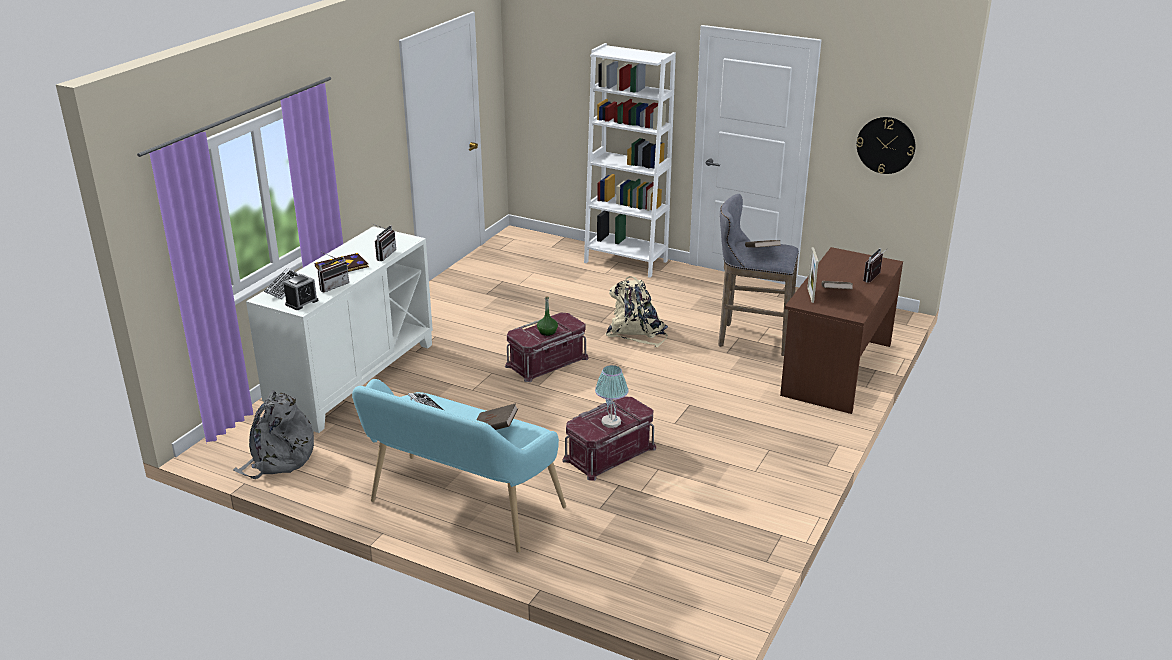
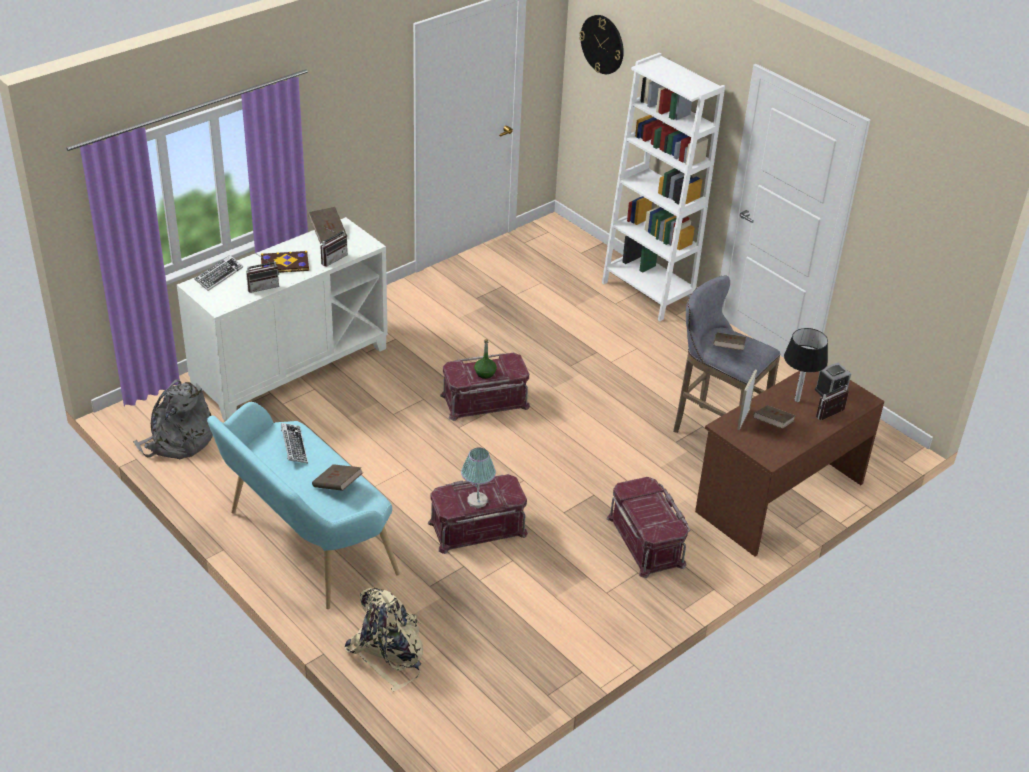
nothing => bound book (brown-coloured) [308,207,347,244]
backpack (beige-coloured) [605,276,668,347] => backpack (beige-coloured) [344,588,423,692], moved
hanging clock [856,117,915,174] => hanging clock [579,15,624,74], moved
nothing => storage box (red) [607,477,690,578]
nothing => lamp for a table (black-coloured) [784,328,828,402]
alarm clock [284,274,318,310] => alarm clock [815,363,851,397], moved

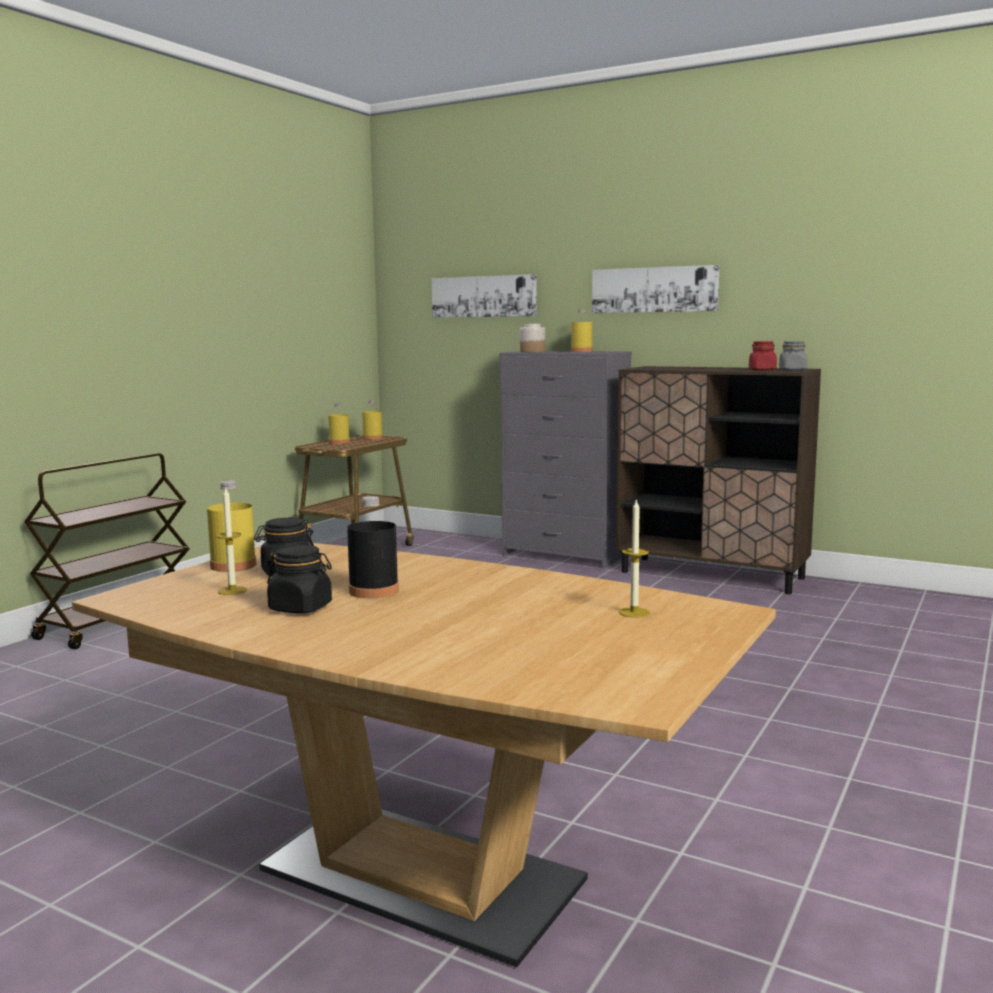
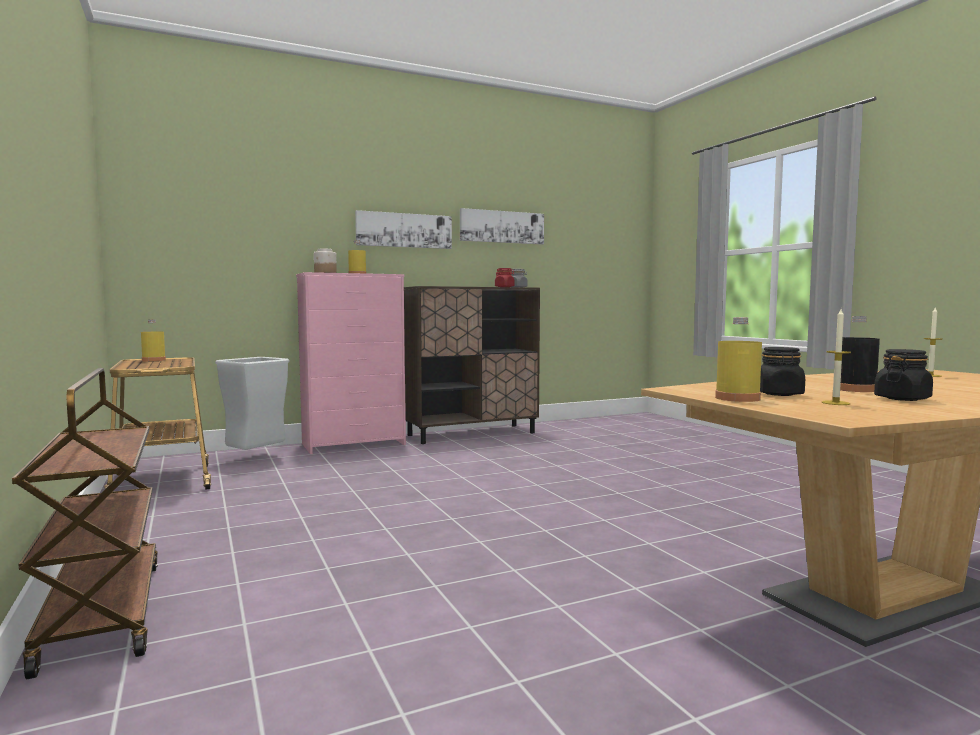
nothing => rubbish bin (gray) [215,357,289,450]
dresser (gray) [499,351,632,569] => dresser (pinkish) [296,272,406,454]
picture [431,274,537,318] => picture [460,208,544,245], moved
bottle (yellow-coloured) [328,403,350,444] => nothing

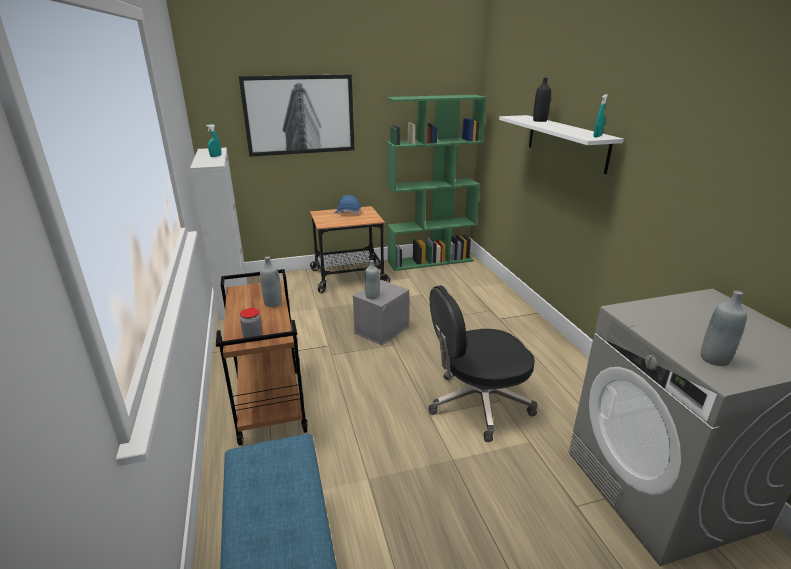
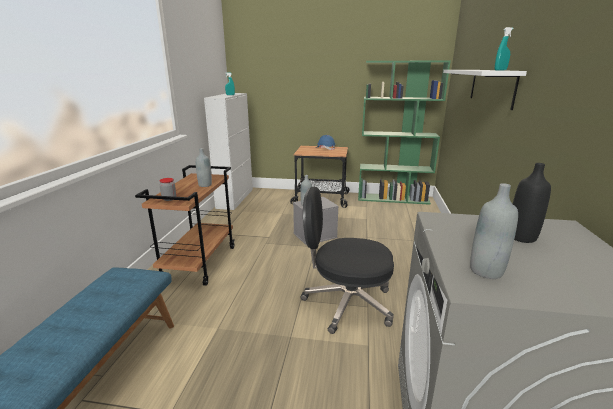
bottle (black-coloured) [533,78,551,122] => bottle (black-coloured) [513,163,551,243], moved
picture [239,74,354,157] => nothing

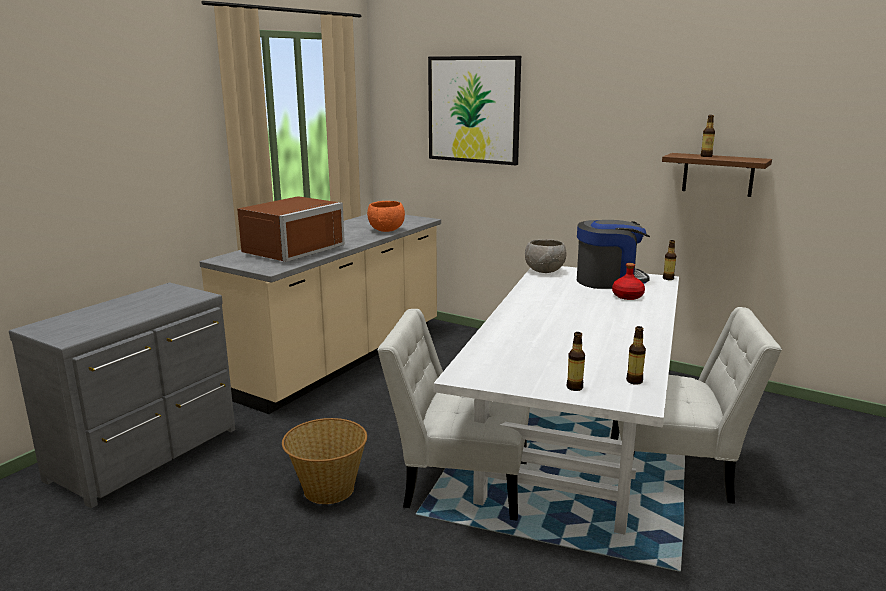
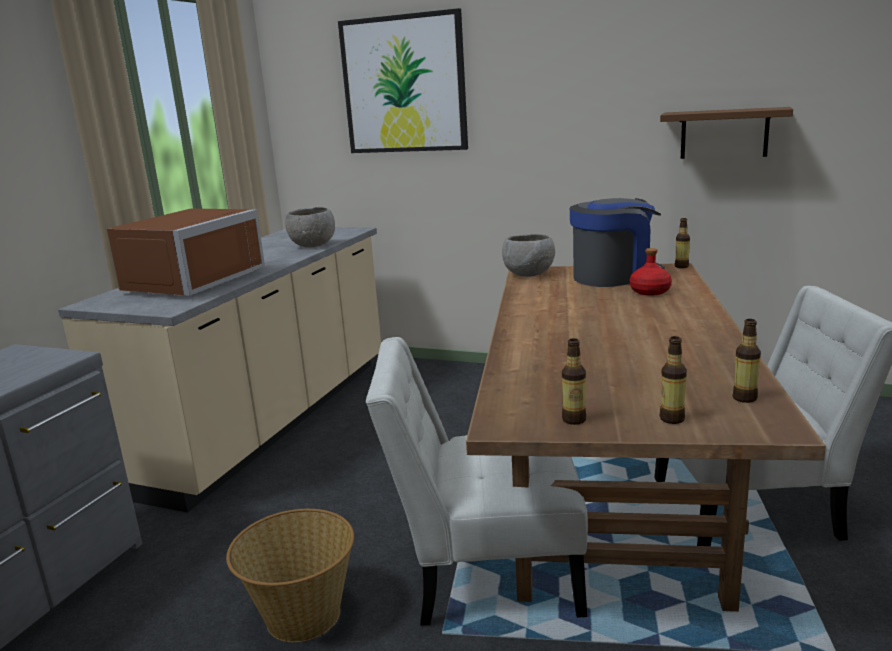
deep dish (orangey) [367,201,405,232] => deep dish (gray) [285,207,335,248]
dinner table (whitish) [434,266,679,535] => dinner table (brown-coloured) [466,263,826,612]
bottle [701,115,715,157] => bottle [562,338,586,425], moved

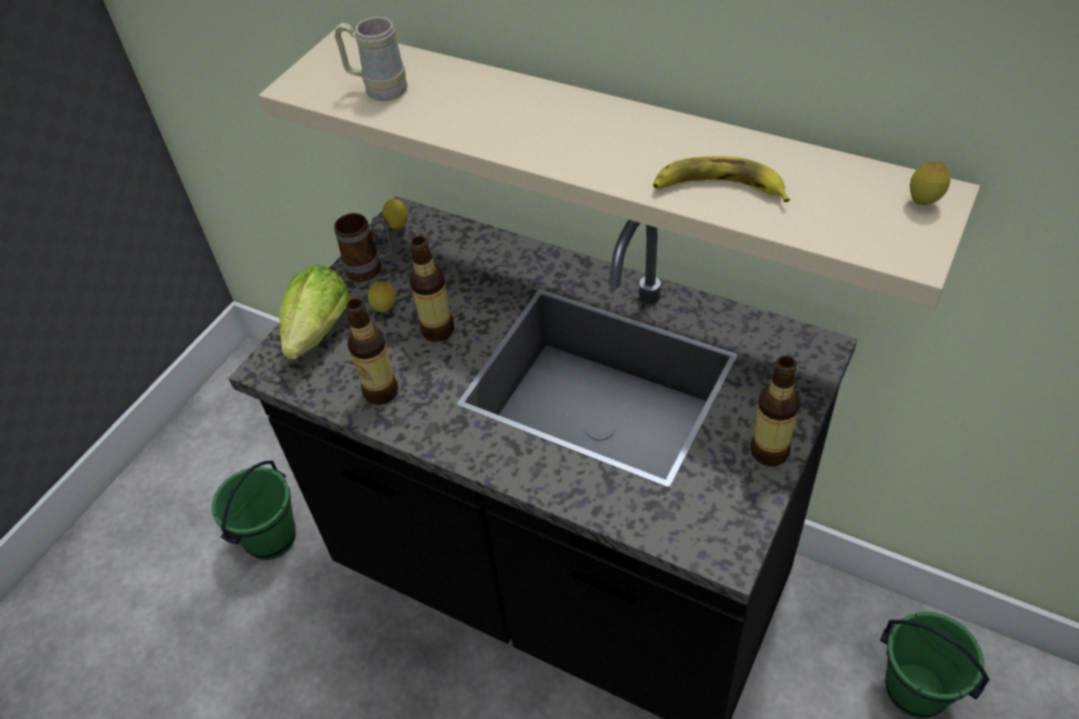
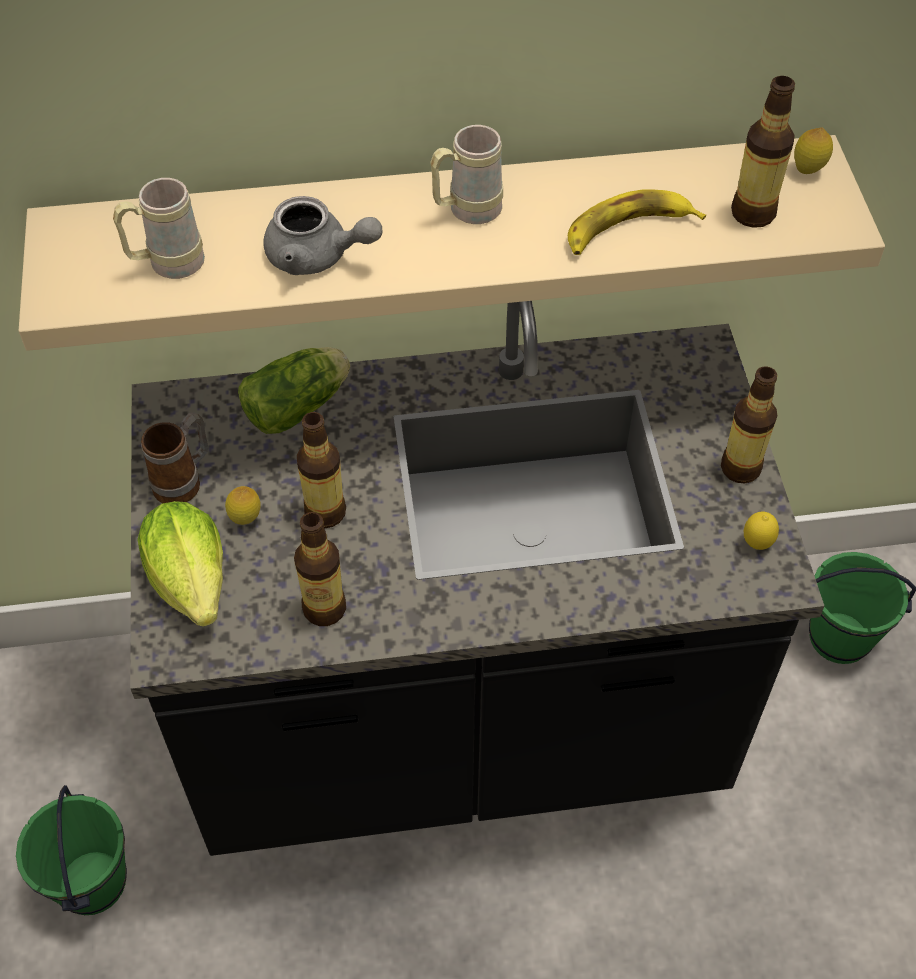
nothing => lettuce head [238,347,350,434]
nothing => pot for tea (gray) [263,196,382,275]
nothing => mug (beige-coloured) [430,125,503,224]
nothing => bottle [731,76,795,228]
citrus fruit [383,199,408,228] => citrus fruit [744,512,779,550], moved

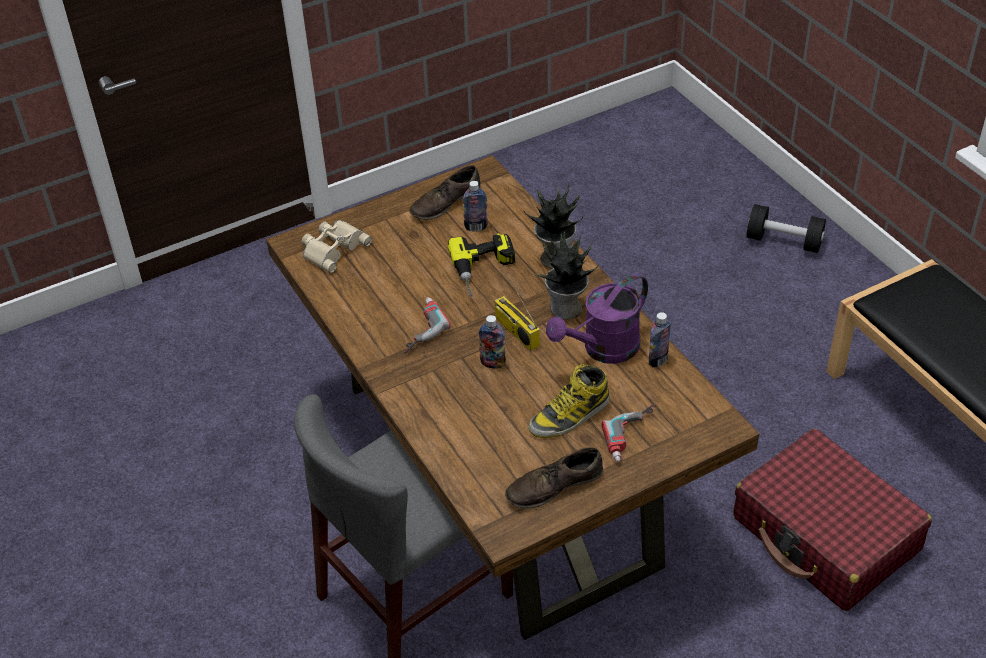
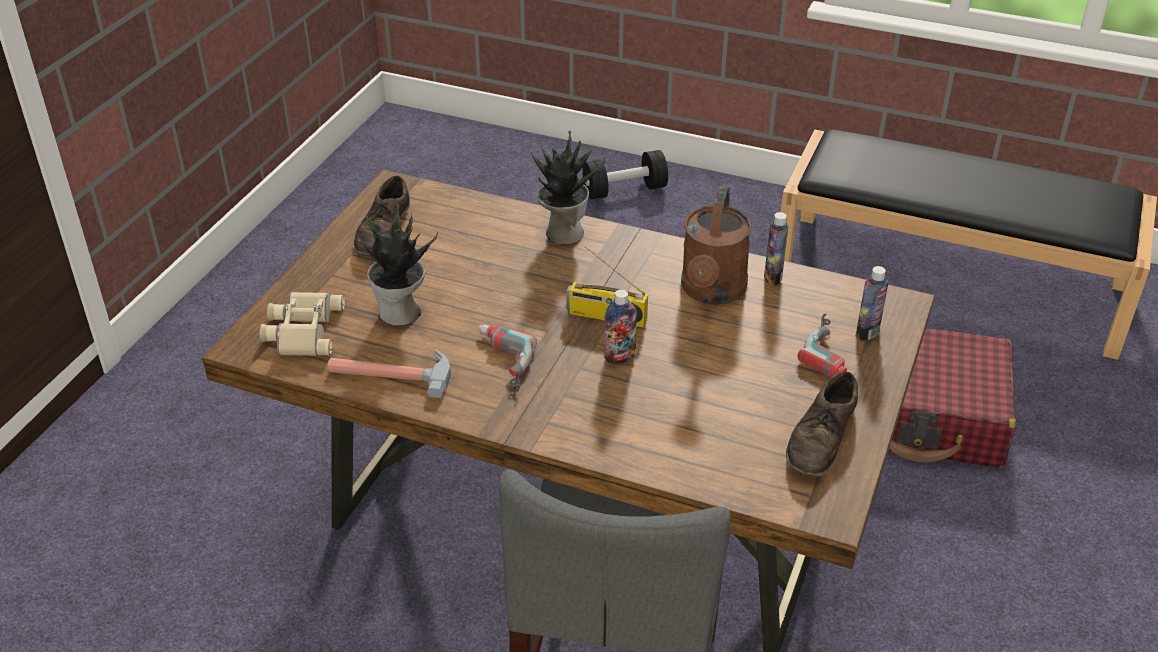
nothing => hand hammer [327,350,451,398]
potted plant [534,231,598,320] => potted plant [356,204,438,326], moved
watering pot (purplish) [546,273,648,364] => watering pot (brown-coloured) [681,186,752,305]
bottle [463,181,488,232] => bottle [856,266,889,341], moved
electric drill [448,233,515,297] => nothing
tall boot [528,364,610,438] => nothing

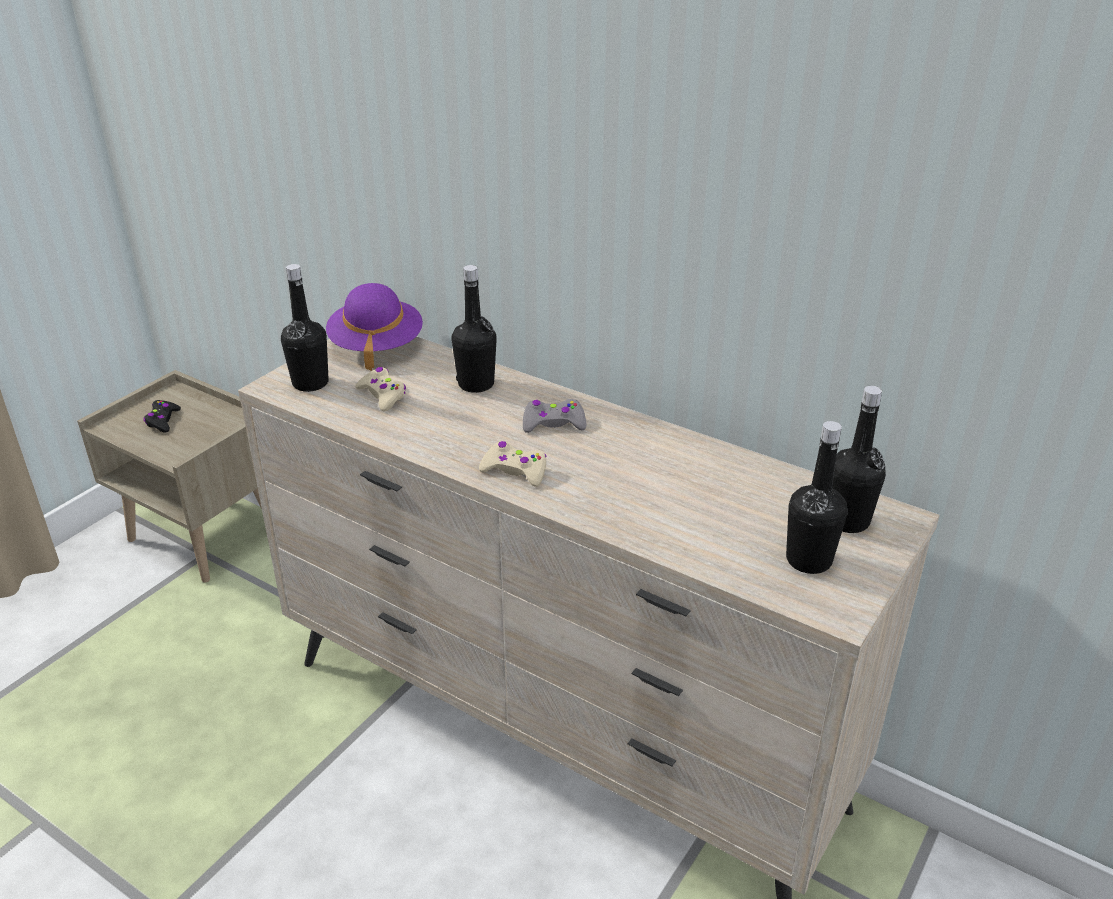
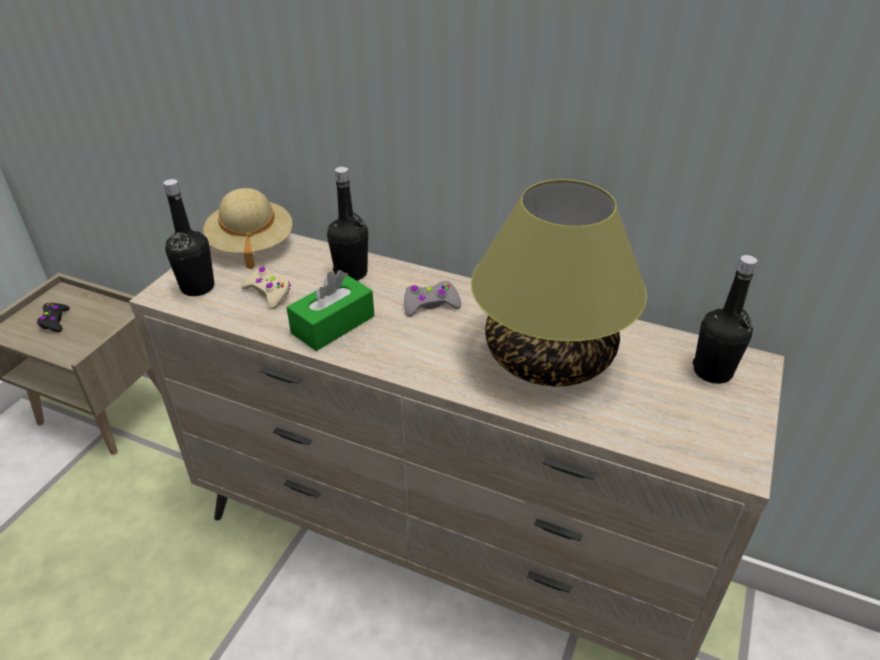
clothing hat (purplish) [326,283,423,371] => clothing hat (beige-coloured) [203,188,292,269]
nothing => box of tissues (green-coloured) [286,270,374,351]
nothing => lamp for a table [471,179,647,387]
joypad (beige-coloured) [479,441,547,487] => nothing
bottle (black-coloured) [786,421,847,574] => nothing

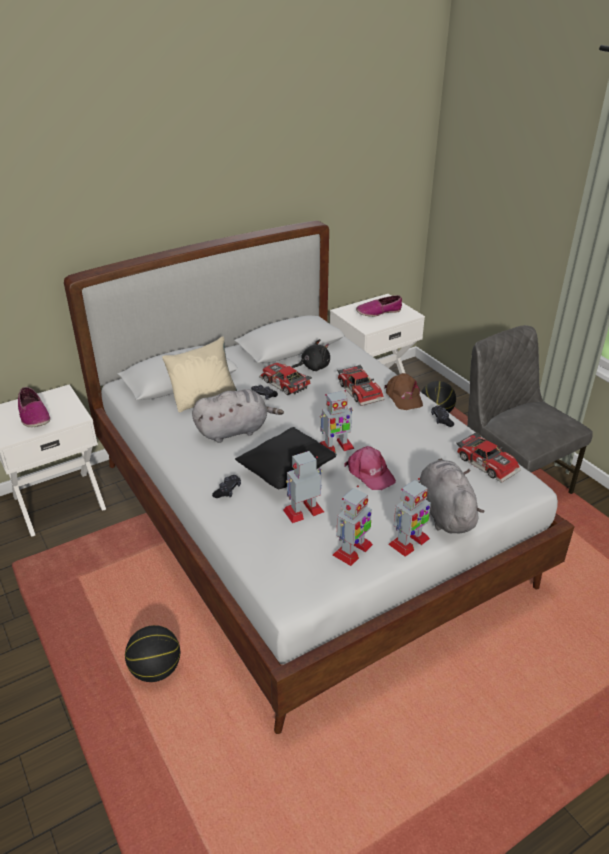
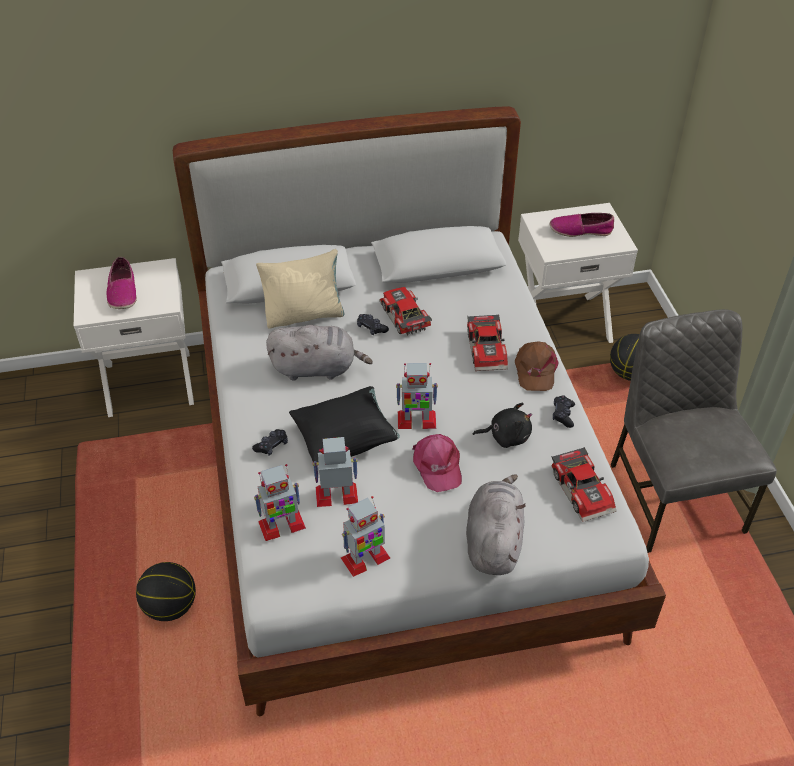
toy robot [388,478,431,556] => toy robot [254,464,306,541], moved
soft toy (black-coloured) [292,339,330,371] => soft toy (black-coloured) [473,403,532,448], moved

